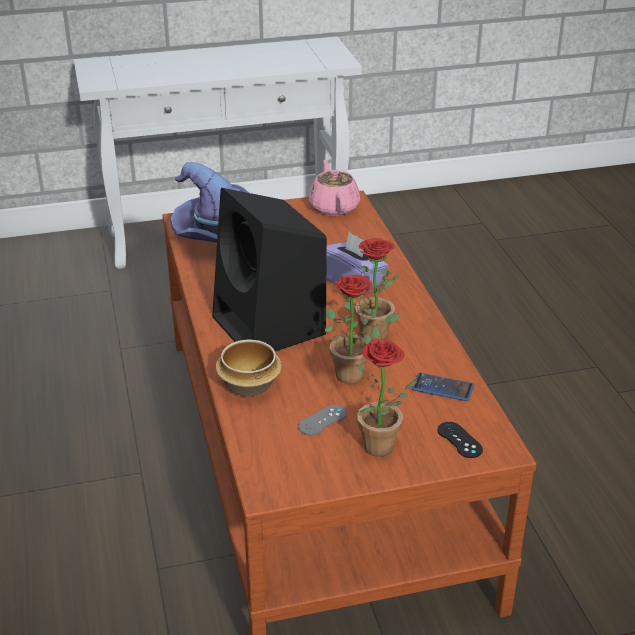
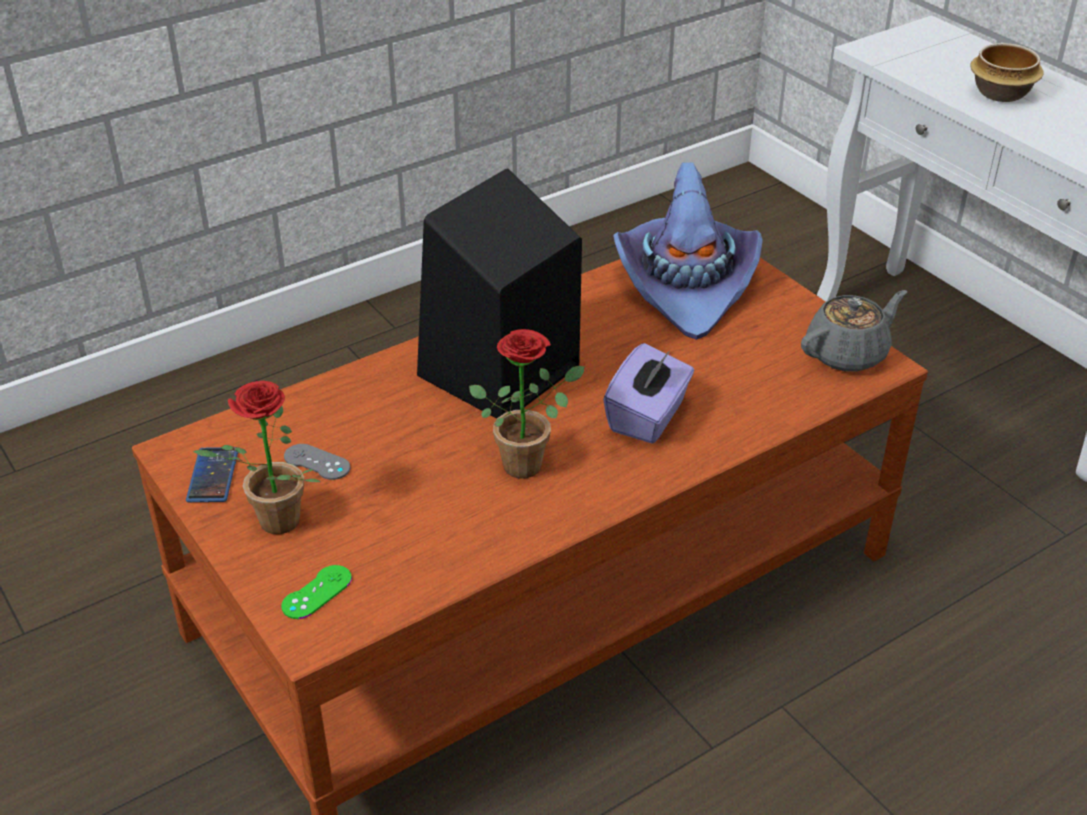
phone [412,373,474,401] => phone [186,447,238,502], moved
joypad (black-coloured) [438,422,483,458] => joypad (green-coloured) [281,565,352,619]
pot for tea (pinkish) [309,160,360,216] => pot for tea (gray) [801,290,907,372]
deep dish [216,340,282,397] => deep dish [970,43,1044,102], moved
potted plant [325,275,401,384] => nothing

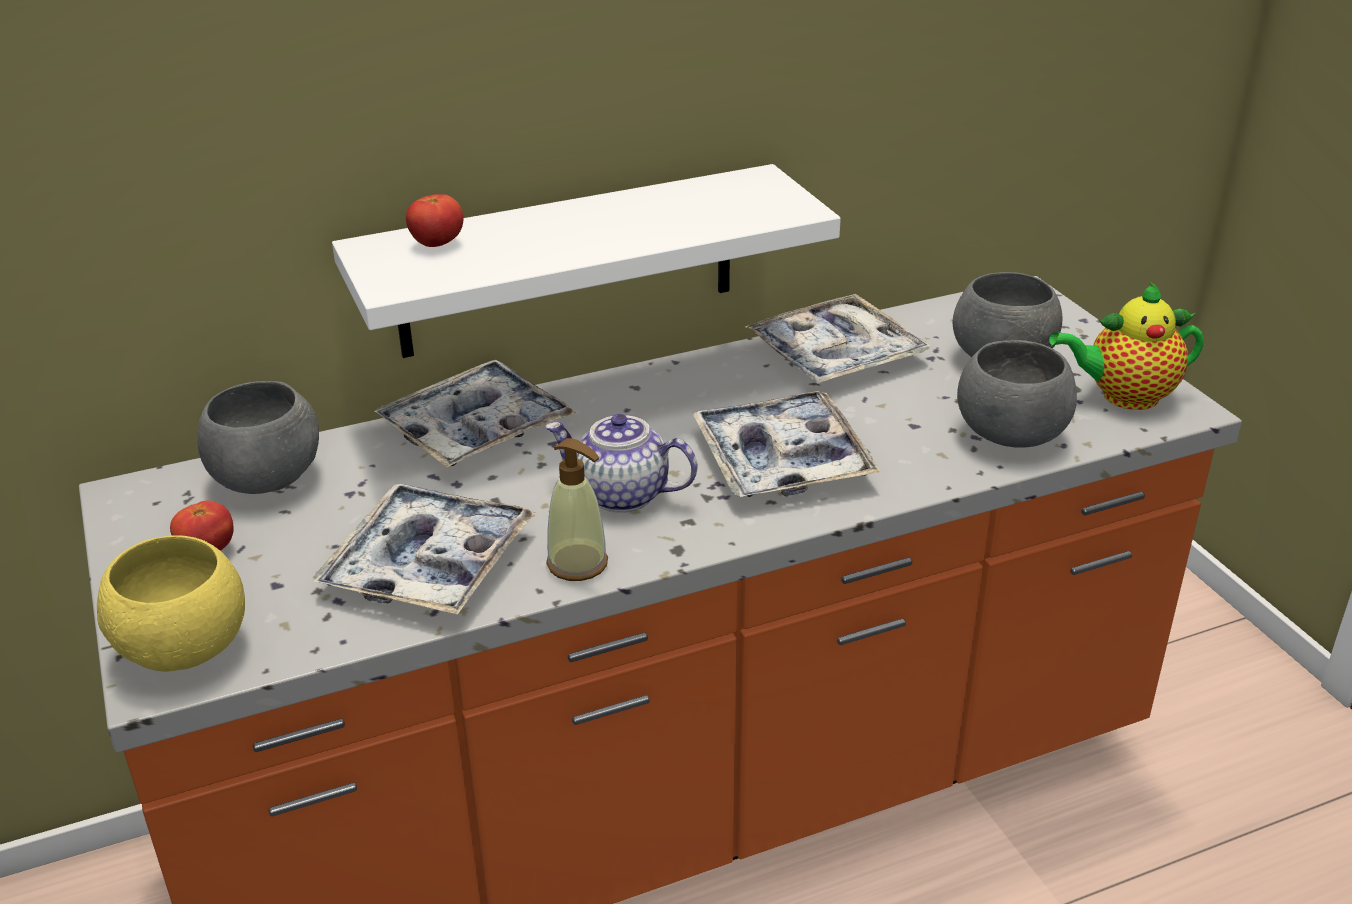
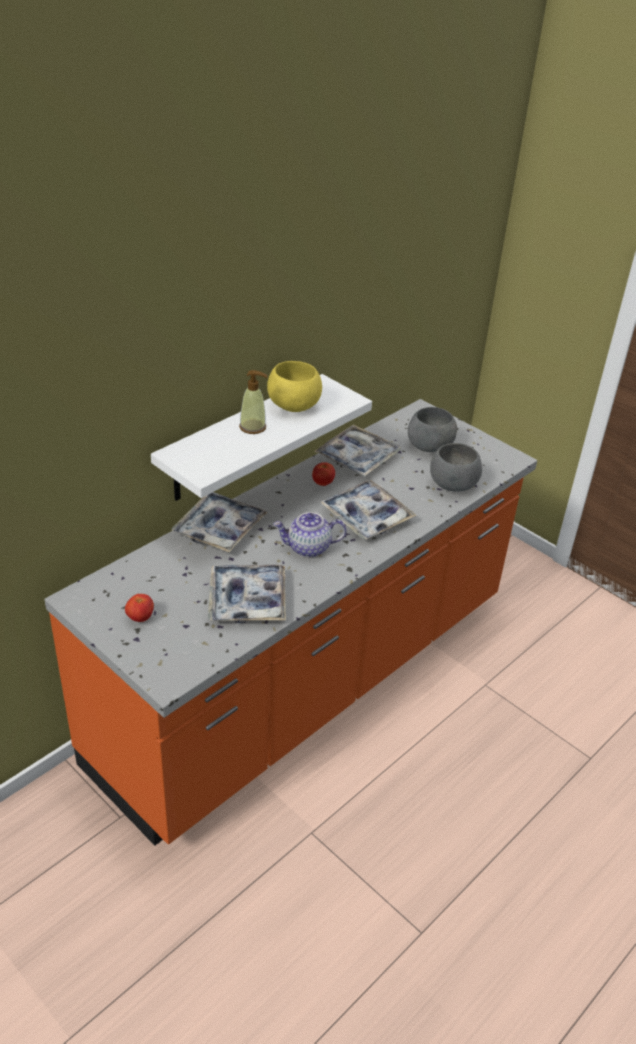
soap bottle [546,438,608,581] => soap bottle [239,370,268,434], moved
deep dish (yellow-coloured) [97,535,245,672] => deep dish (yellow-coloured) [267,361,322,412], moved
fresh tomato [406,194,463,247] => fresh tomato [312,463,335,486], moved
deep dish (gray) [197,381,319,494] => nothing
pot for tea [1049,282,1204,410] => nothing

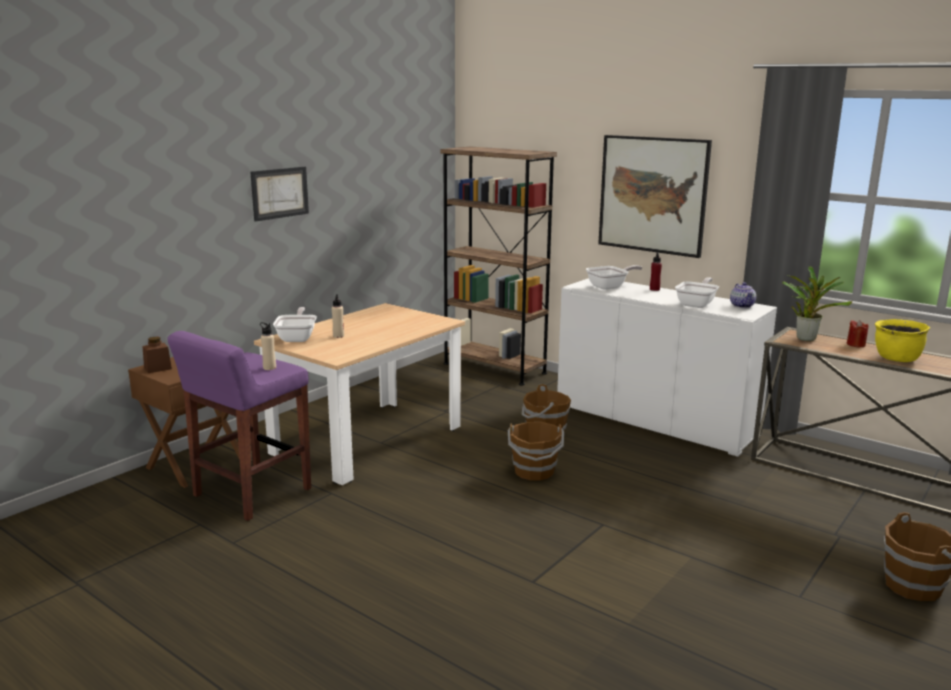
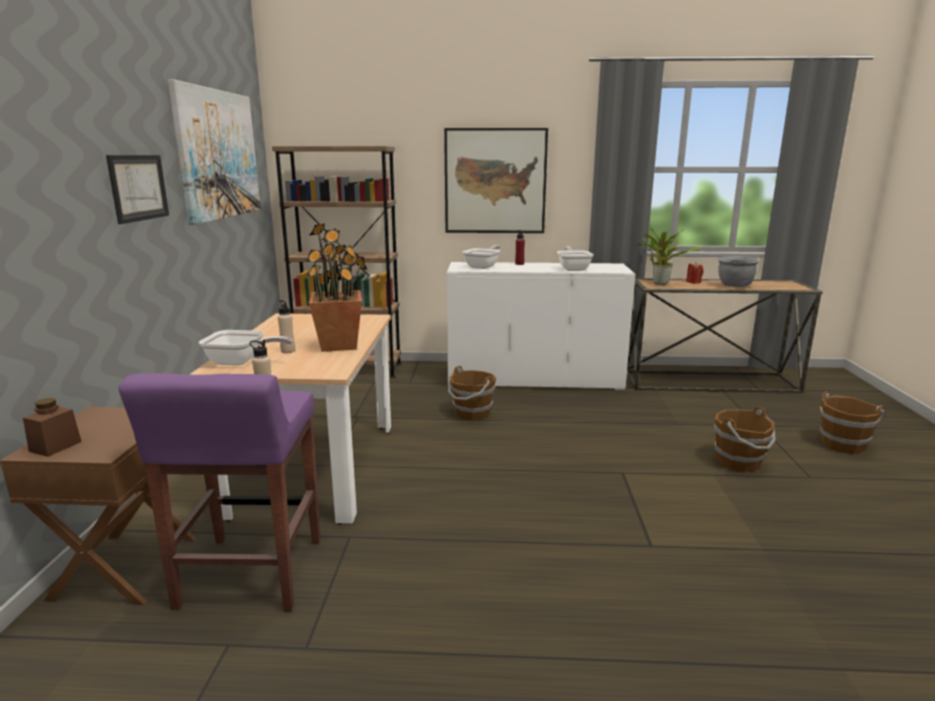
nothing => picture [168,80,261,225]
pan [273,307,317,342] => pan [199,330,293,366], 135 degrees clockwise
nothing => potted plant [306,224,367,352]
water bucket (brown-coloured) [508,422,564,481] => water bucket (brown-coloured) [714,407,776,472], moved
stockpot (yellow-coloured) [875,319,930,362] => stockpot (gray) [718,256,759,287]
pot for tea [730,282,756,308] => nothing

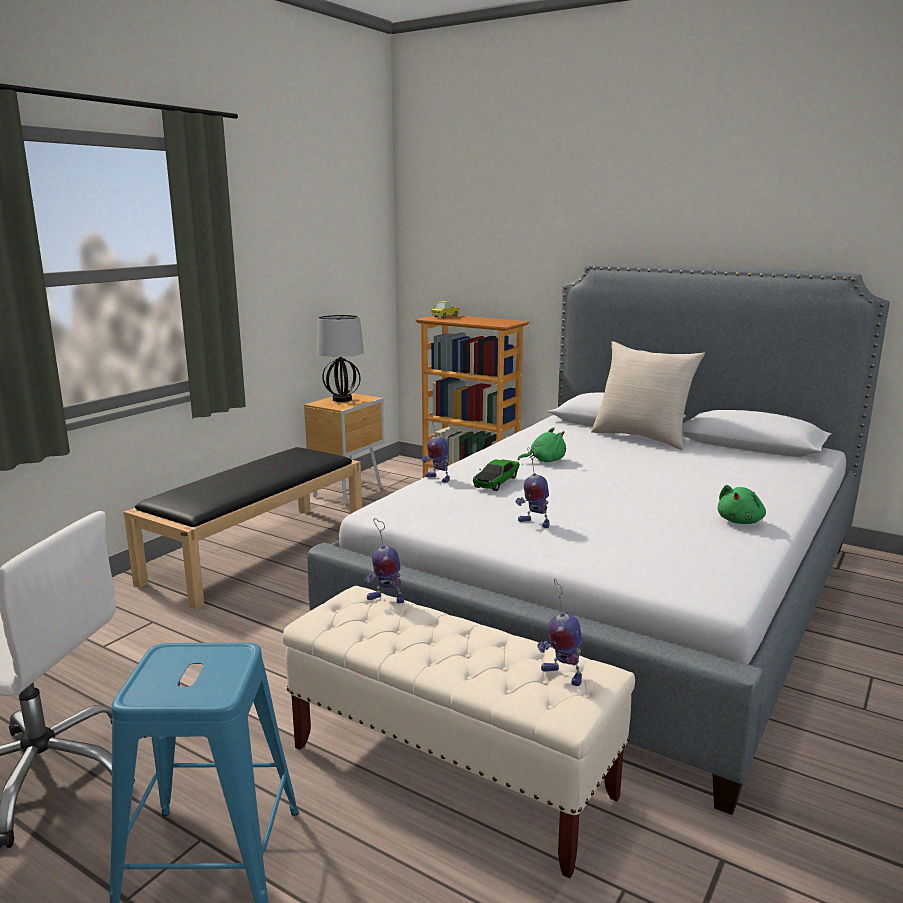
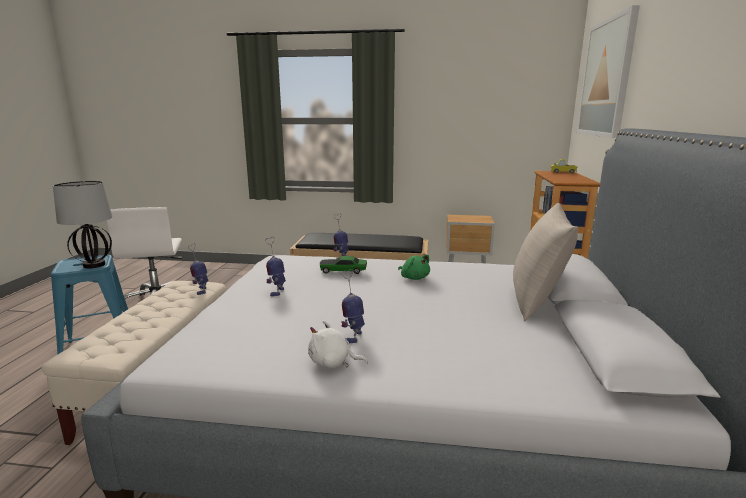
lamp for a table [317,315,364,402] => lamp for a table [53,181,112,269], moved
soft toy (green-coloured) [717,485,766,524] => soft toy (whitish) [308,320,368,368]
toy robot [537,579,582,686] => toy robot [341,269,365,344], moved
nothing => picture [577,5,640,138]

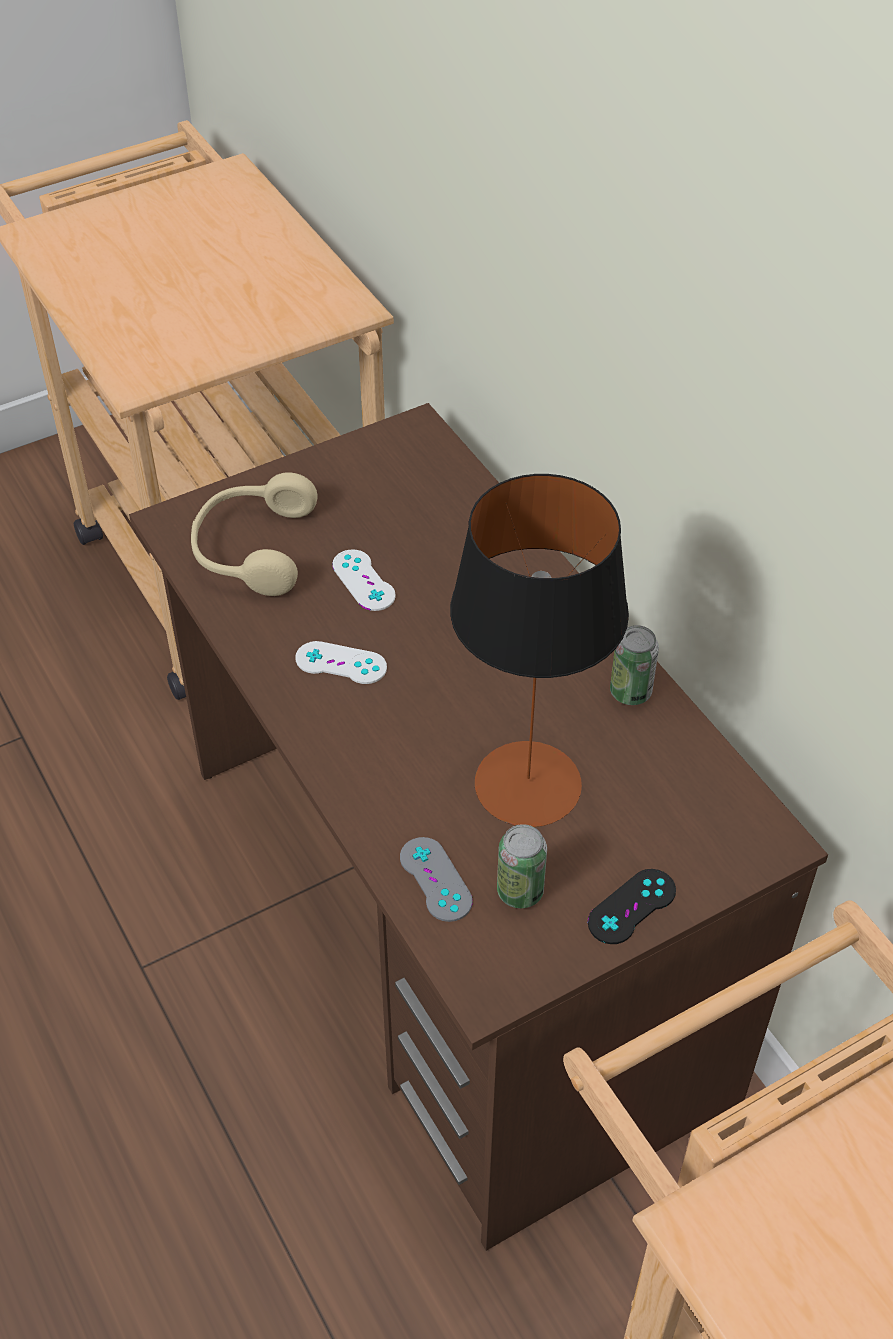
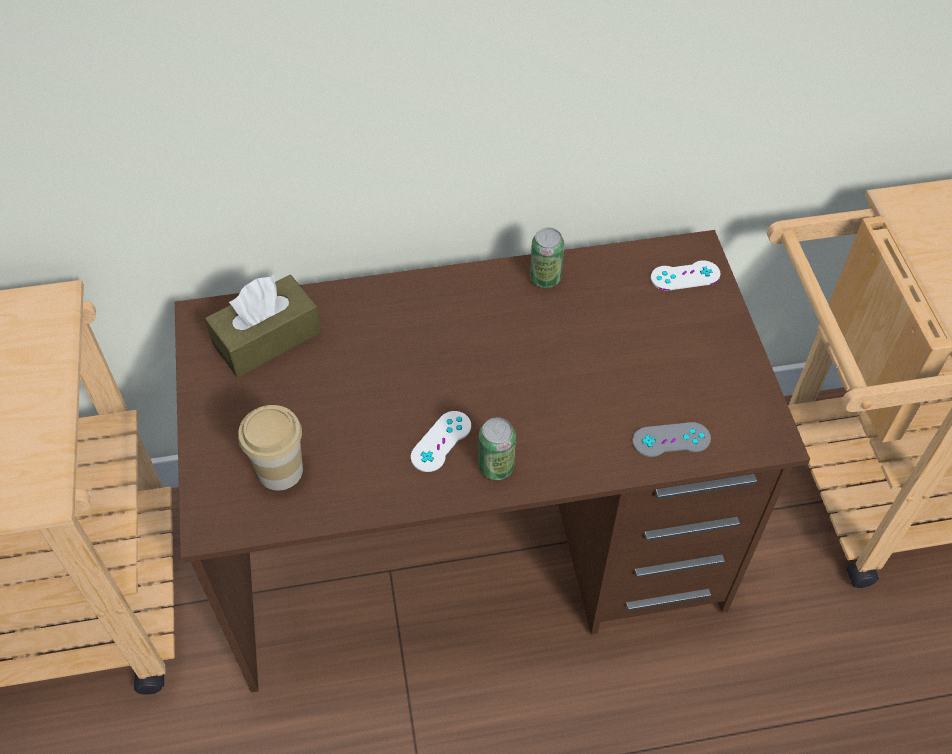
nothing => box of tissues (brown-coloured) [205,275,321,377]
pair of headphones (beige-coloured) [191,472,317,596] => drinking cup [238,405,303,491]
can [497,824,547,908] => can [479,417,516,480], moved
joypad (whitish) [332,549,396,611] => joypad (whitish) [651,261,720,290], moved
lamp for a table [450,474,629,827] => nothing
joypad (black-coloured) [587,869,676,944] => nothing

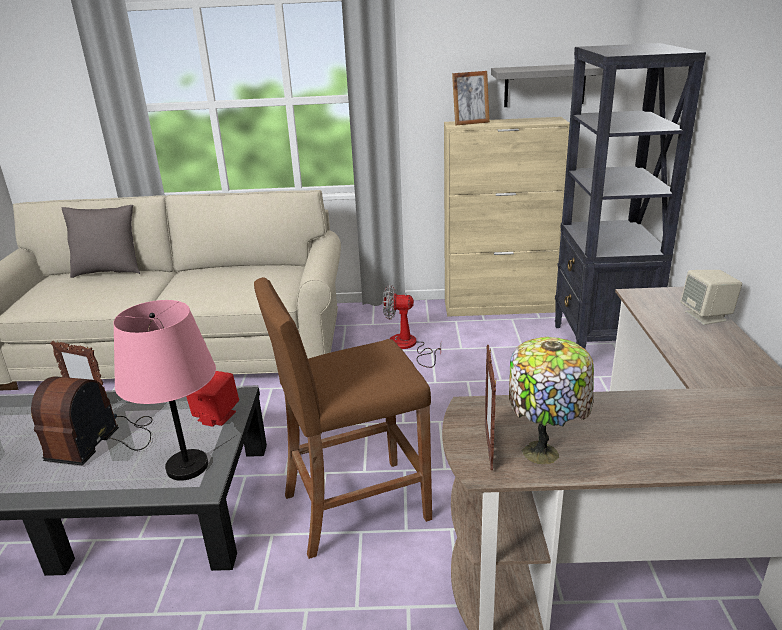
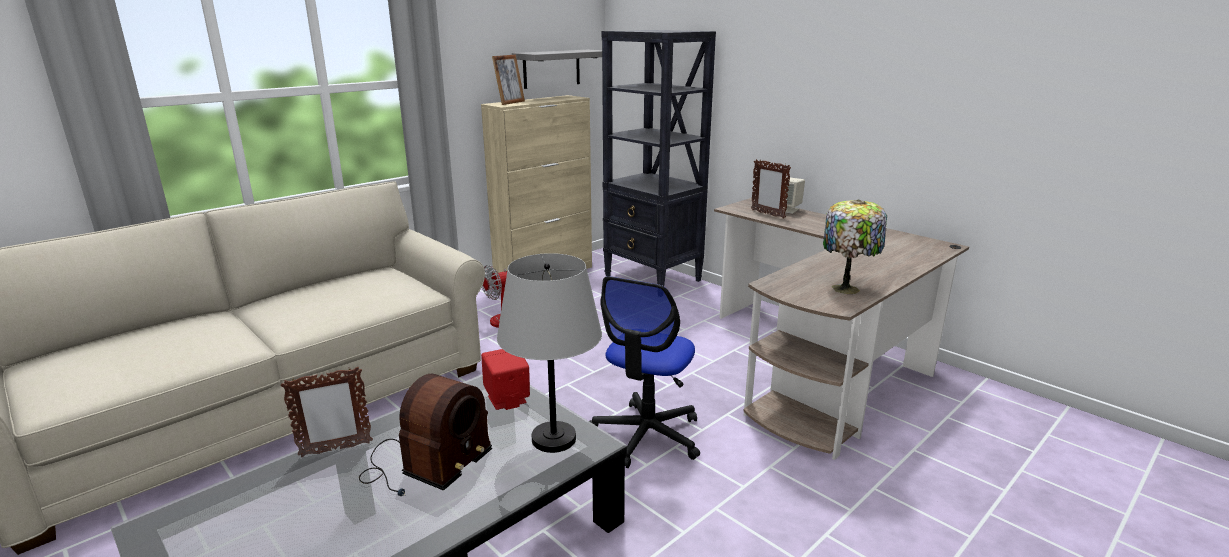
radio [31,377,152,466] => radio [359,374,492,496], 120 degrees counterclockwise
lamp for a table (pinkish) [113,300,216,481] => lamp for a table (gray) [497,253,602,453]
stool seat (brown-coloured) [254,277,432,559] => computer chair [589,276,700,468]
standing frame [485,345,496,470] => standing frame [751,159,791,219], moved
cushion (gray) [62,205,140,278] => nothing

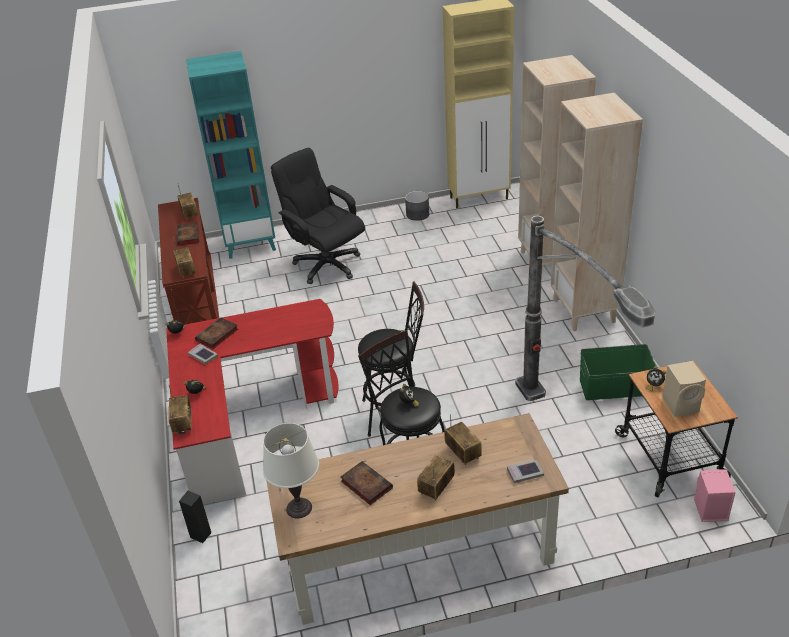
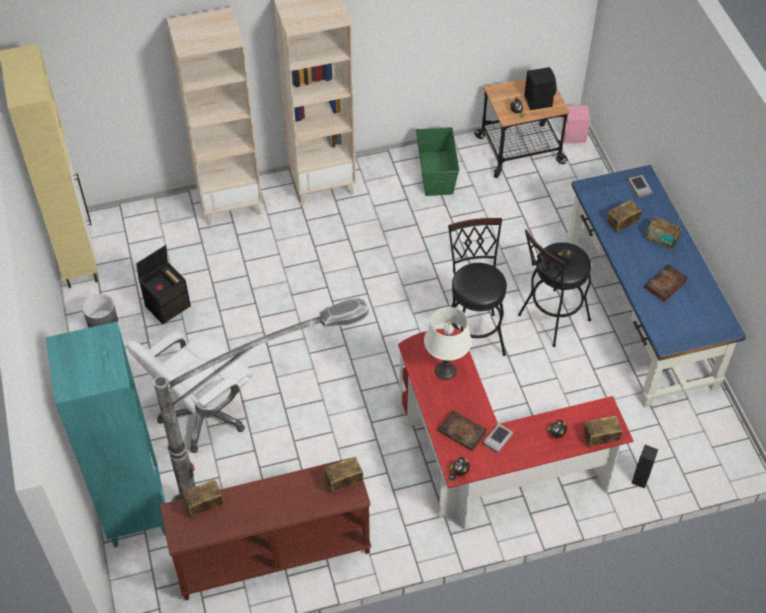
computer chair (black-coloured) [271,148,365,284] => computer chair (whitish) [126,332,254,453]
nothing => storage box (black-coloured) [136,245,191,324]
standing lamp [515,216,655,401] => standing lamp [154,299,369,501], moved
lamp for a table (whitish) [263,423,319,519] => lamp for a table (whitish) [424,307,472,380], moved
loudspeaker (beige-coloured) [662,361,706,417] => loudspeaker (black-coloured) [524,67,557,110]
desk unit (brown-coloured) [266,413,569,625] => desk unit (blue) [567,165,746,407]
bound book [177,222,200,246] => nothing

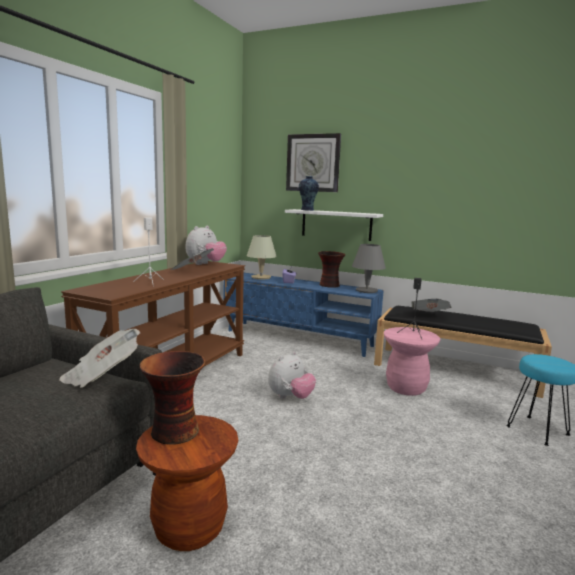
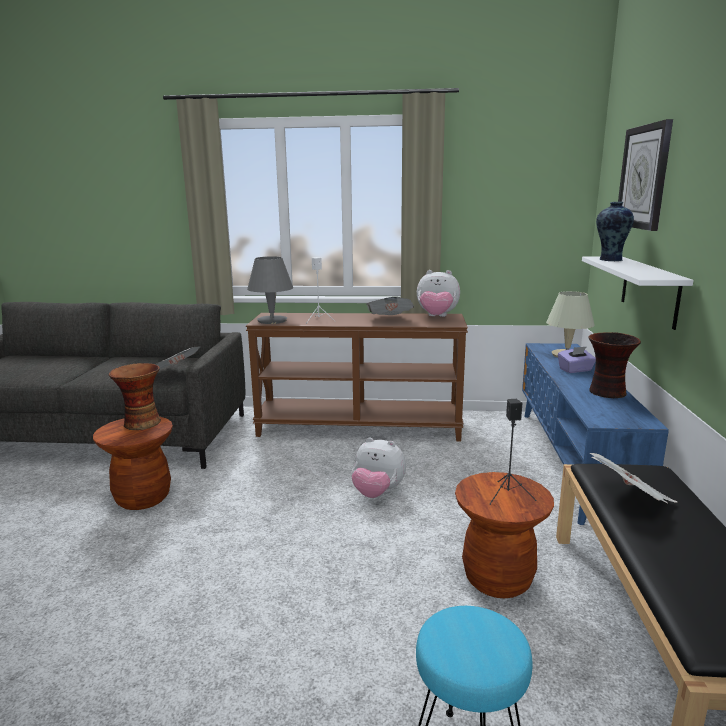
lamp for a table (gray) [352,244,386,293] => lamp for a table (gray) [247,256,293,324], moved
stool seat (pinkish) [384,327,440,396] => stool seat (brown-coloured) [455,472,554,598]

